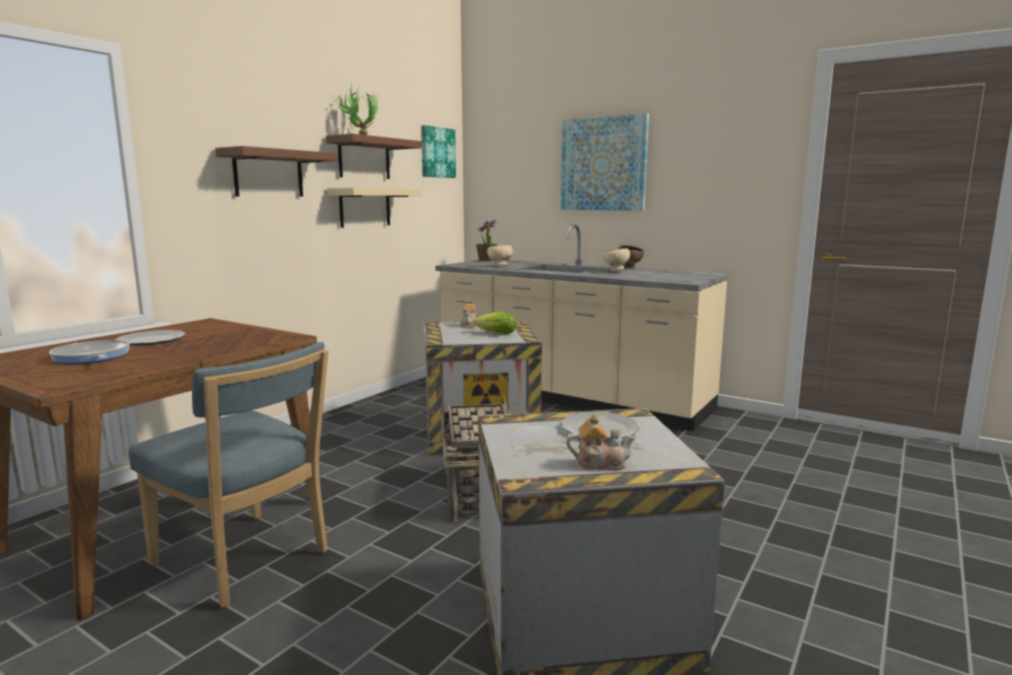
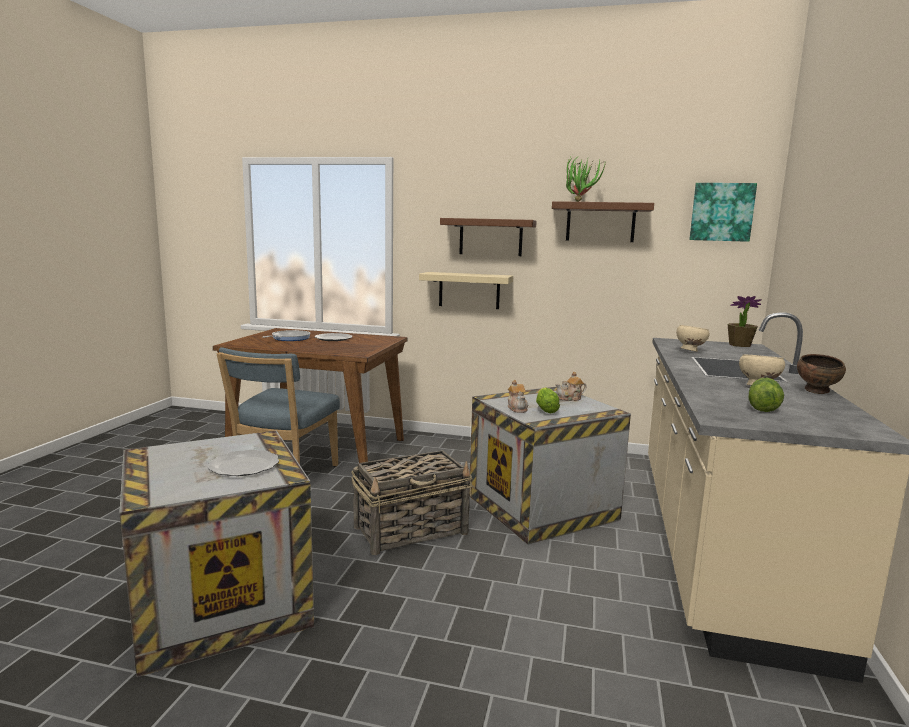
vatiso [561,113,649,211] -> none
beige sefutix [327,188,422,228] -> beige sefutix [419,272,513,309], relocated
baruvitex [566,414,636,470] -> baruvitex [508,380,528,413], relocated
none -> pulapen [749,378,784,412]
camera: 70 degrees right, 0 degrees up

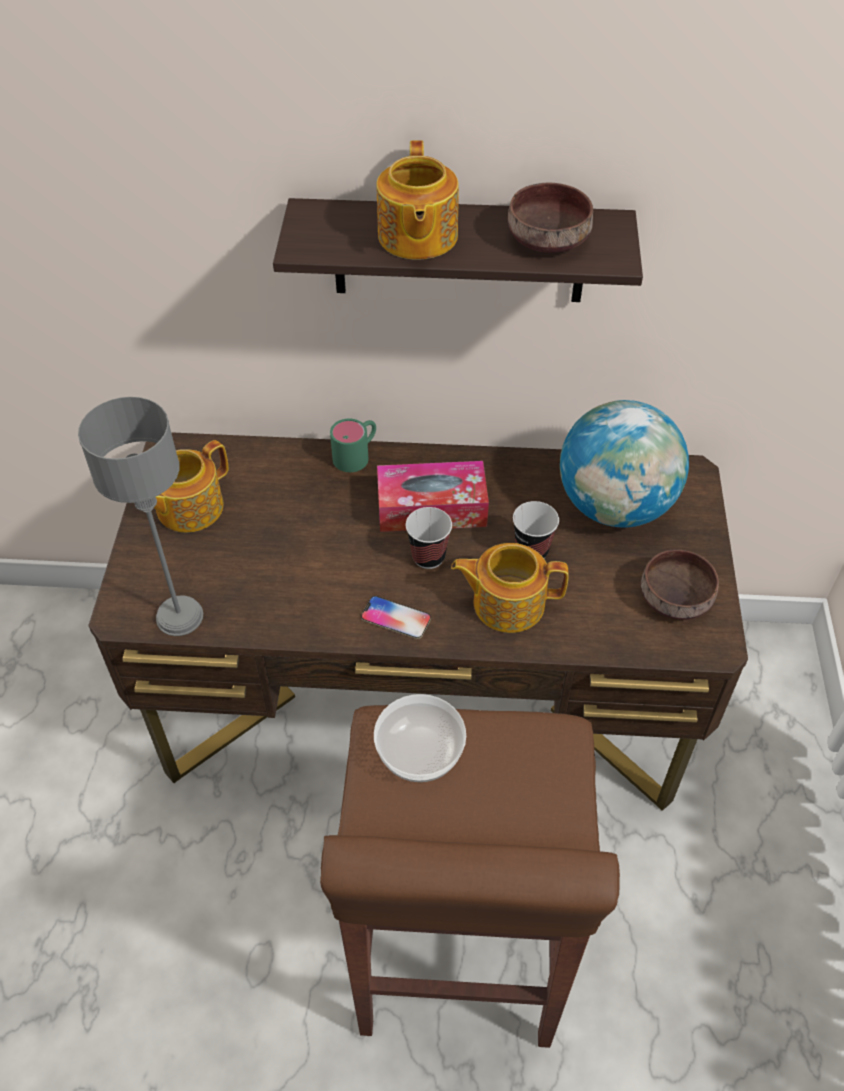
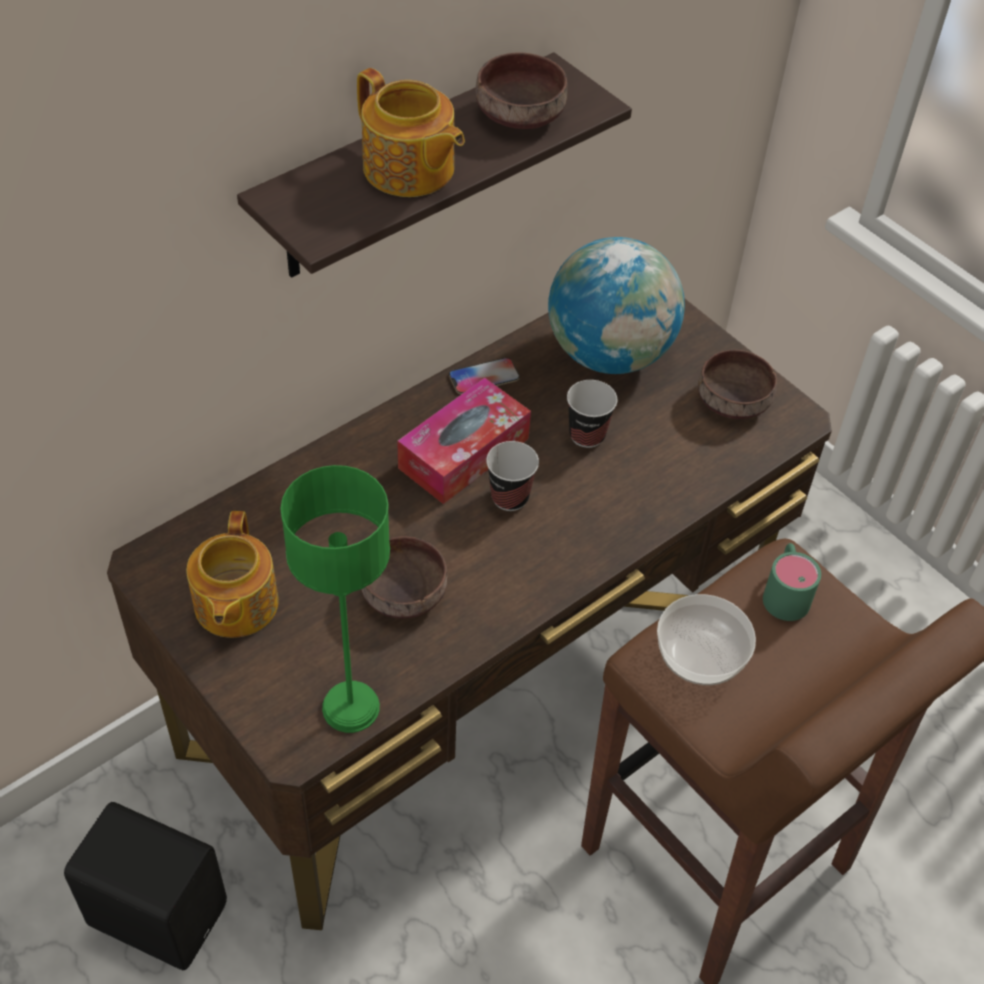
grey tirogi [78,397,203,636] -> green tirogi [280,465,390,733]
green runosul [330,418,376,472] -> green runosul [763,543,821,621], relocated
baruvitex [451,543,569,633] -> none
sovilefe [361,596,431,639] -> sovilefe [449,358,520,394], relocated
none -> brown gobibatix [361,536,447,619]
none -> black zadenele [64,802,227,970]
camera: 45 degrees left, 0 degrees up

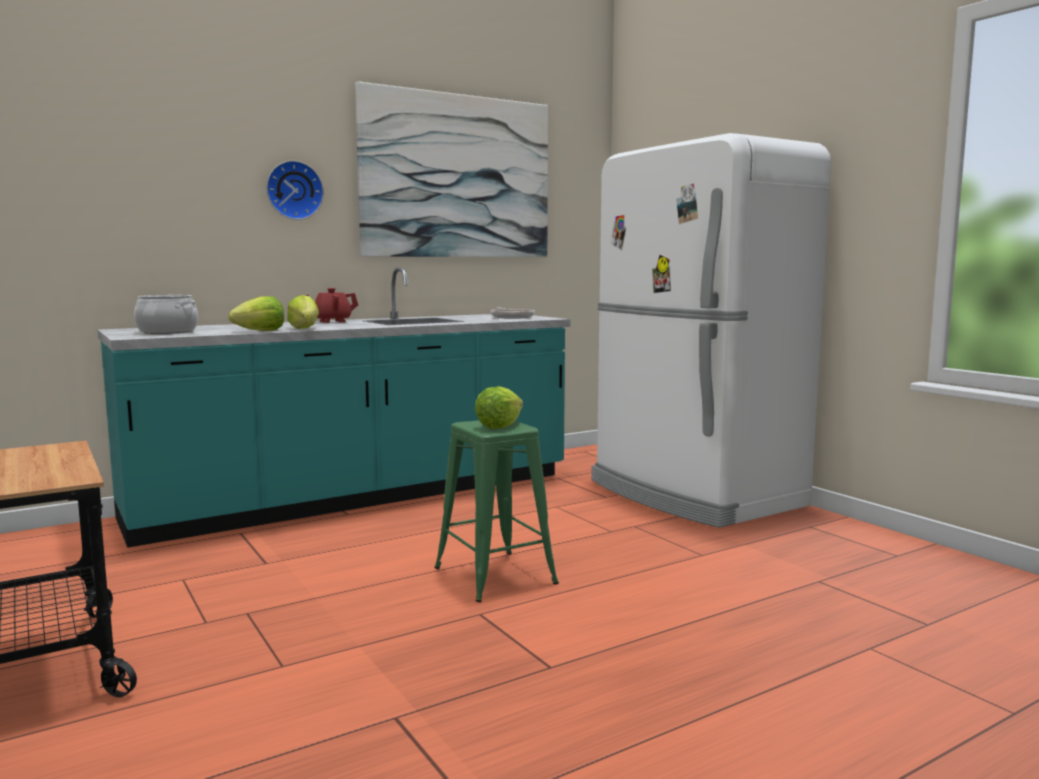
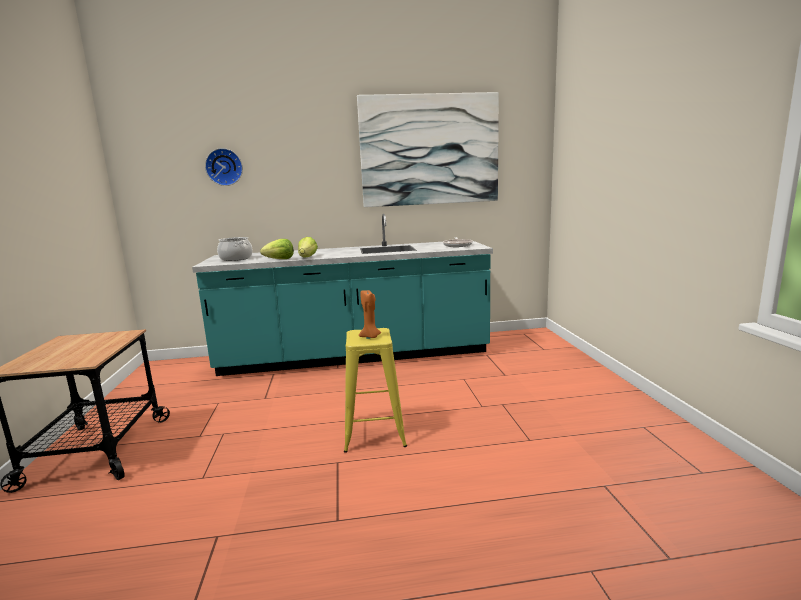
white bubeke [591,133,831,528] -> none
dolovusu [266,160,324,220] -> dolovusu [205,148,243,186], relocated
red baruvitex [305,288,358,323] -> none
pulapen [475,386,523,429] -> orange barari [359,290,381,338]
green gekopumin [434,420,559,602] -> yellow gekopumin [344,328,407,453]
camera: 25 degrees right, 5 degrees up

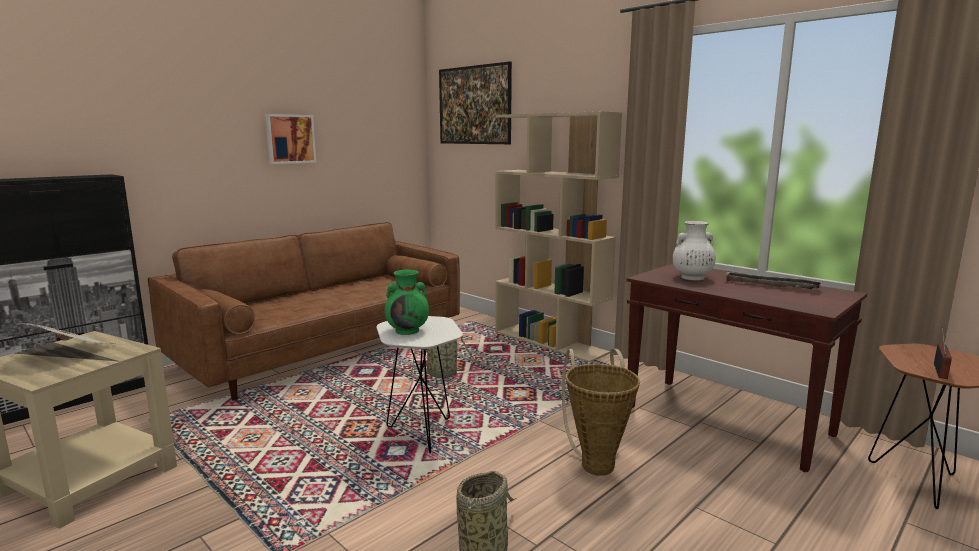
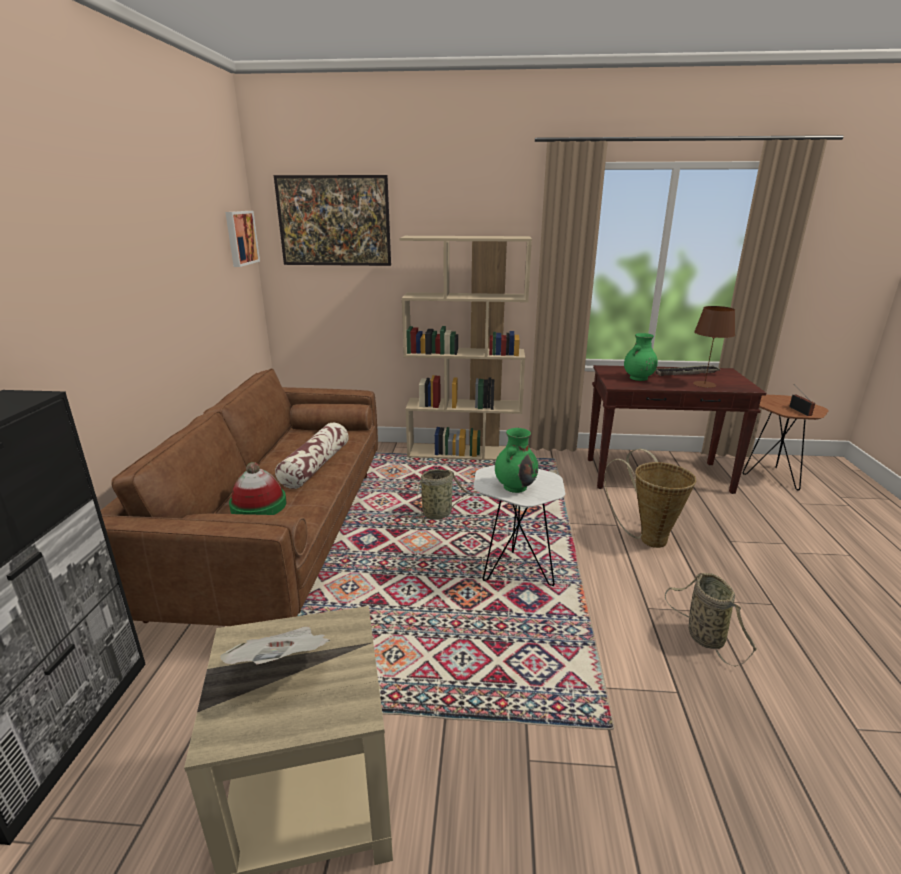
vatiso [265,114,316,164] -> vatiso [225,211,260,267], relocated
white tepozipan [673,221,716,281] -> green tepozipan [624,333,658,381]
none -> brown tirogi [693,306,735,388]
none -> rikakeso [275,423,349,489]
none -> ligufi [229,462,287,515]
camera: 40 degrees left, 10 degrees up

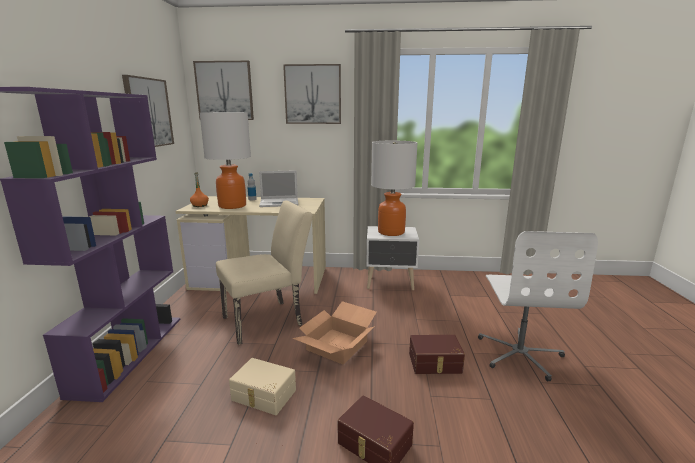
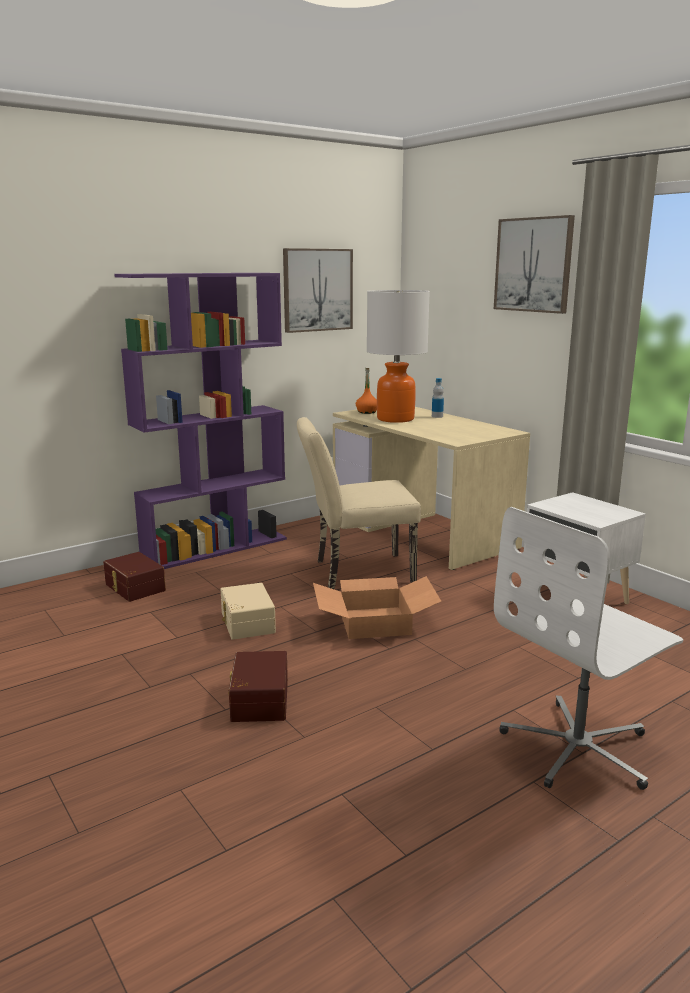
vatiso [193,61,254,120] -> none
tirogi [371,141,418,236] -> none
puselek [259,170,299,207] -> none
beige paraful [216,200,313,345] -> beige paraful [297,417,421,589], 150 degrees clockwise
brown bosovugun [409,335,465,374] -> brown bosovugun [103,552,166,602], relocated
camera: 50 degrees right, 0 degrees up

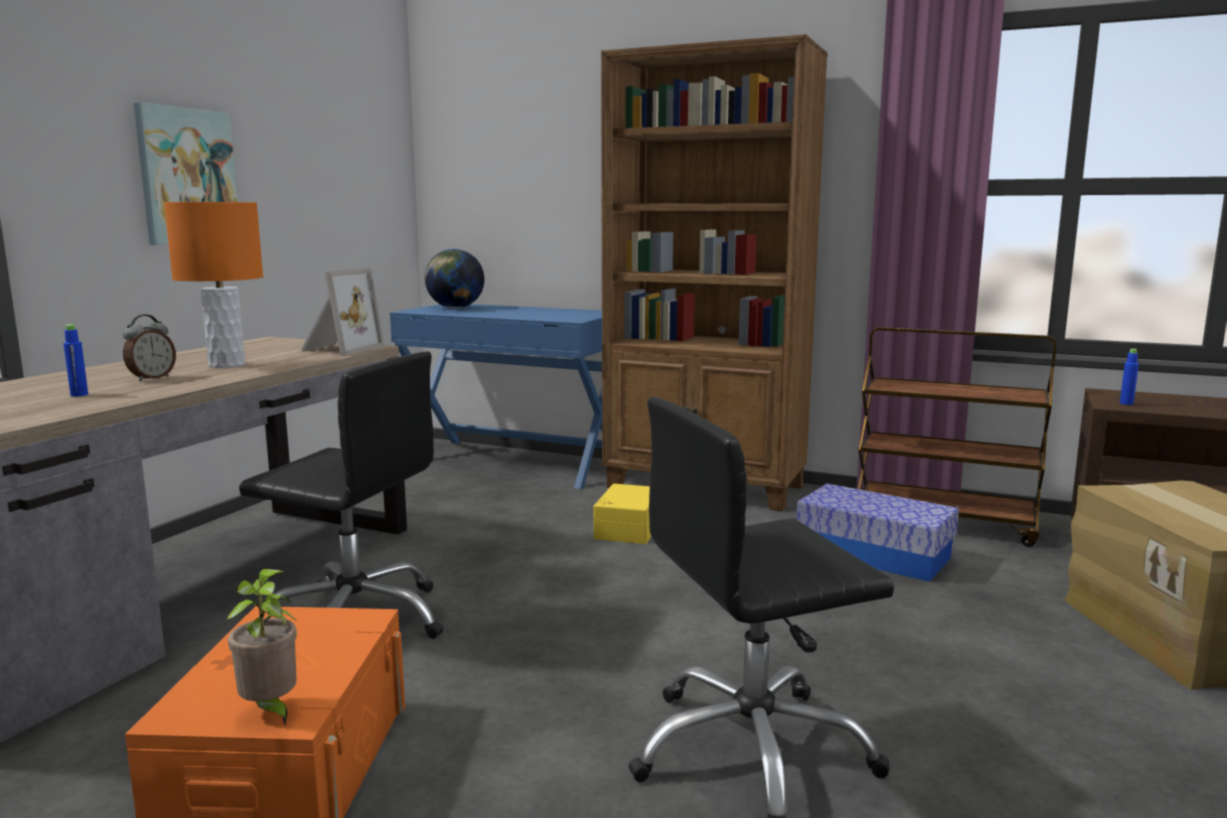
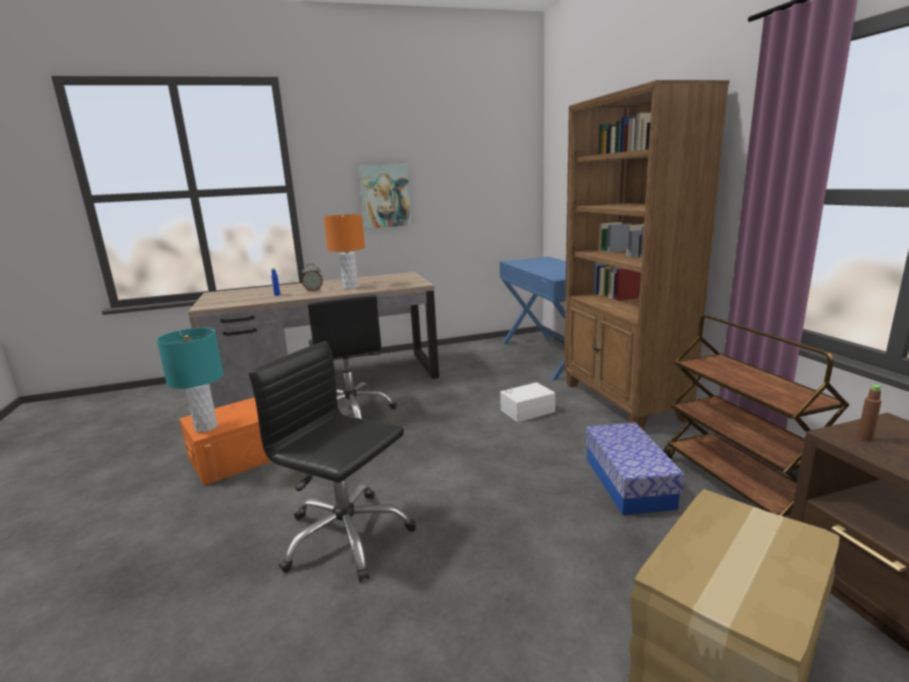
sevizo [425,249,484,308] -> none
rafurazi [301,268,385,356] -> none
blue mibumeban [1120,349,1139,405] -> brown mibumeban [857,385,883,442]
yellow bosovugun [594,484,651,544] -> white bosovugun [500,382,555,422]
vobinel [226,569,298,725] -> turquoise tirogi [156,328,224,432]
camera: 50 degrees right, 5 degrees up

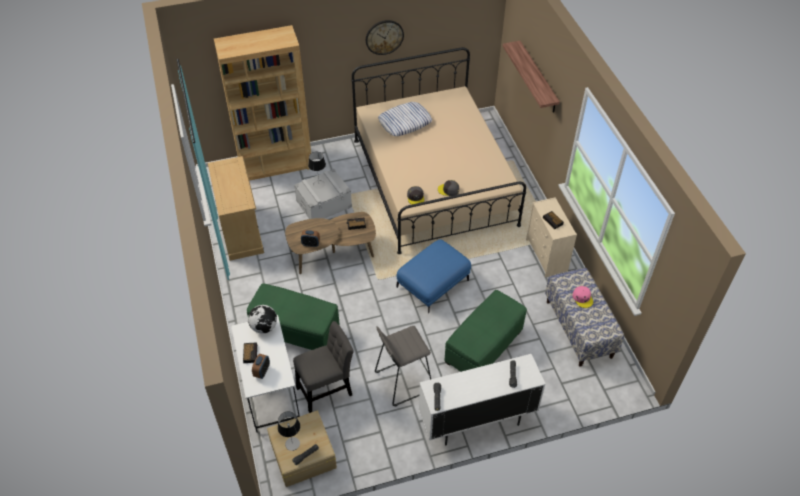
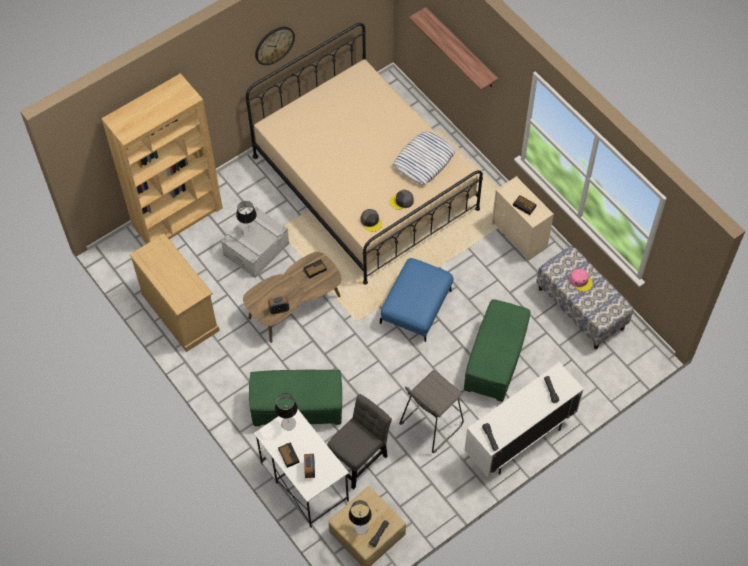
rikakeso [378,102,432,136] -> rikakeso [393,131,456,184], relocated
sevizo [248,305,277,334] -> tirogi [275,393,298,430]
camera: 20 degrees left, 10 degrees up

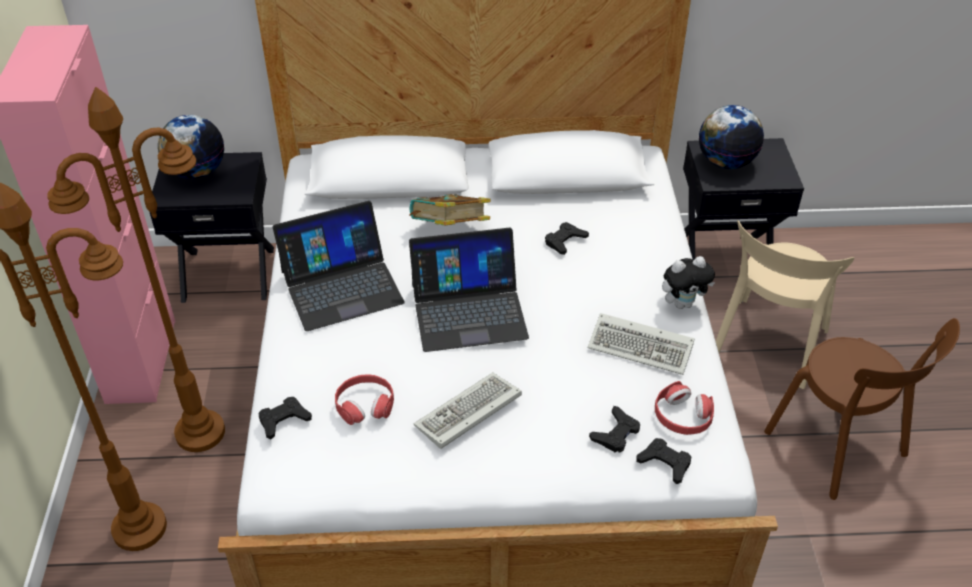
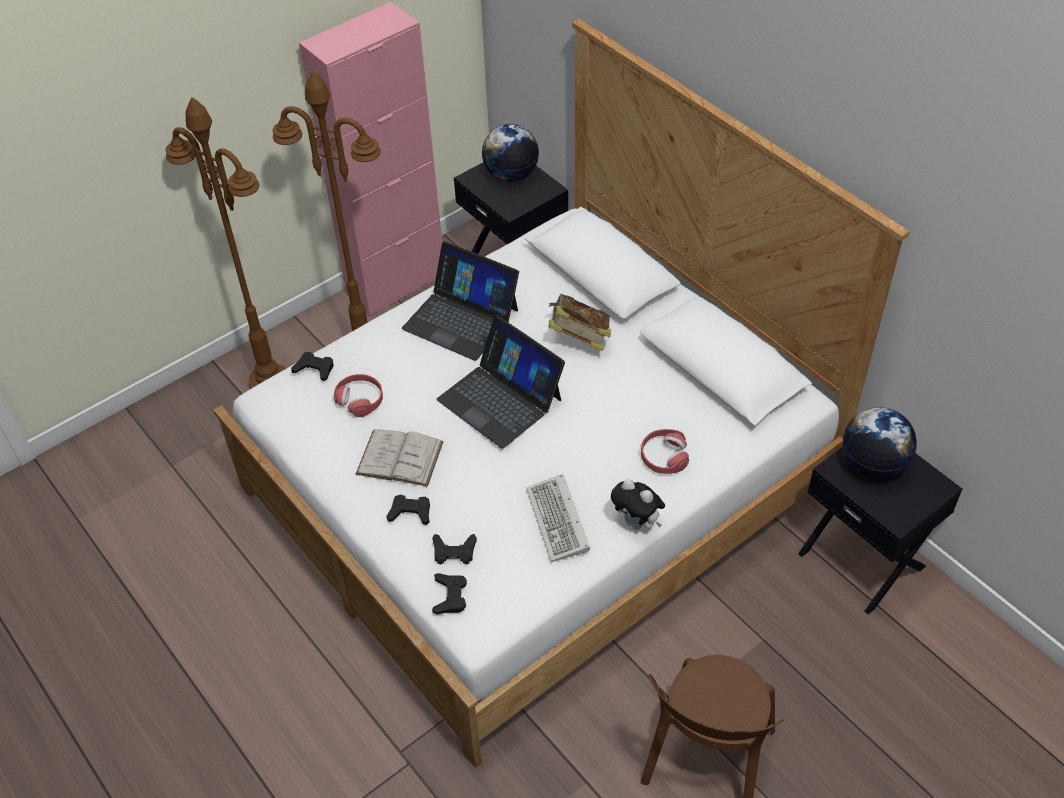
beige paraful [716,220,854,389] -> none
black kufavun [545,222,589,255] -> black kufavun [386,495,430,525], relocated
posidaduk [413,372,522,449] -> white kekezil [355,429,444,487]
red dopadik [655,381,714,435] -> red dopadik [641,429,689,474], relocated
camera: 55 degrees right, 5 degrees up

